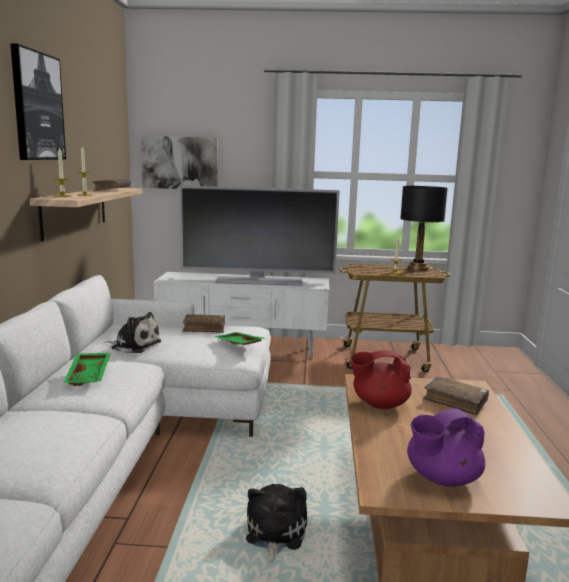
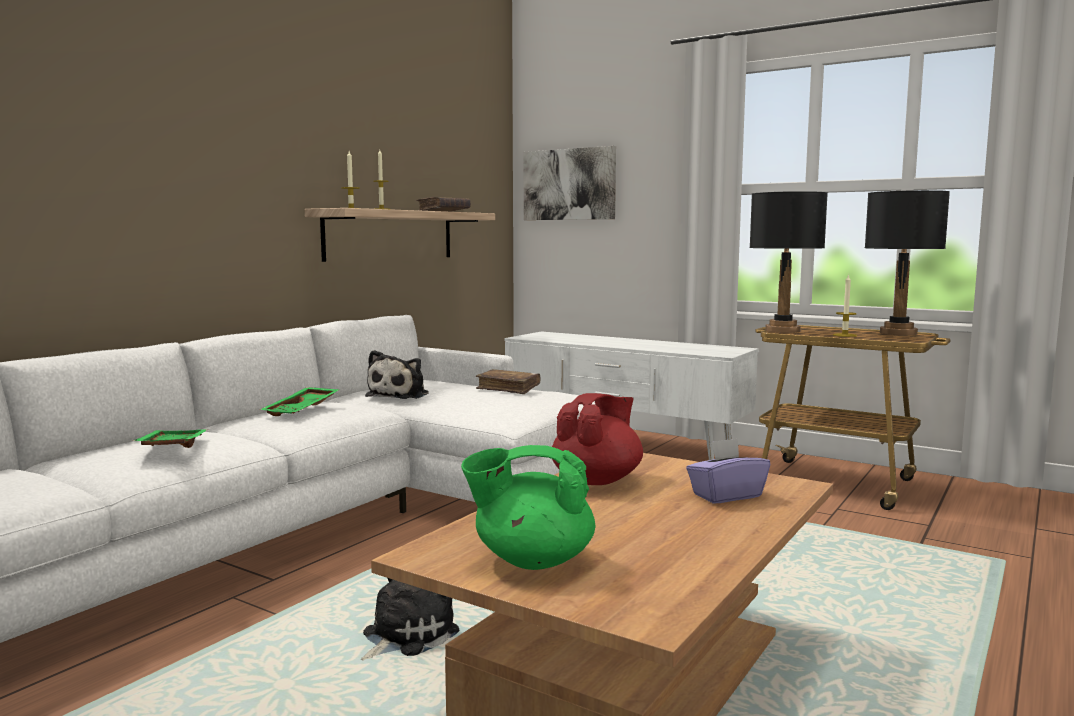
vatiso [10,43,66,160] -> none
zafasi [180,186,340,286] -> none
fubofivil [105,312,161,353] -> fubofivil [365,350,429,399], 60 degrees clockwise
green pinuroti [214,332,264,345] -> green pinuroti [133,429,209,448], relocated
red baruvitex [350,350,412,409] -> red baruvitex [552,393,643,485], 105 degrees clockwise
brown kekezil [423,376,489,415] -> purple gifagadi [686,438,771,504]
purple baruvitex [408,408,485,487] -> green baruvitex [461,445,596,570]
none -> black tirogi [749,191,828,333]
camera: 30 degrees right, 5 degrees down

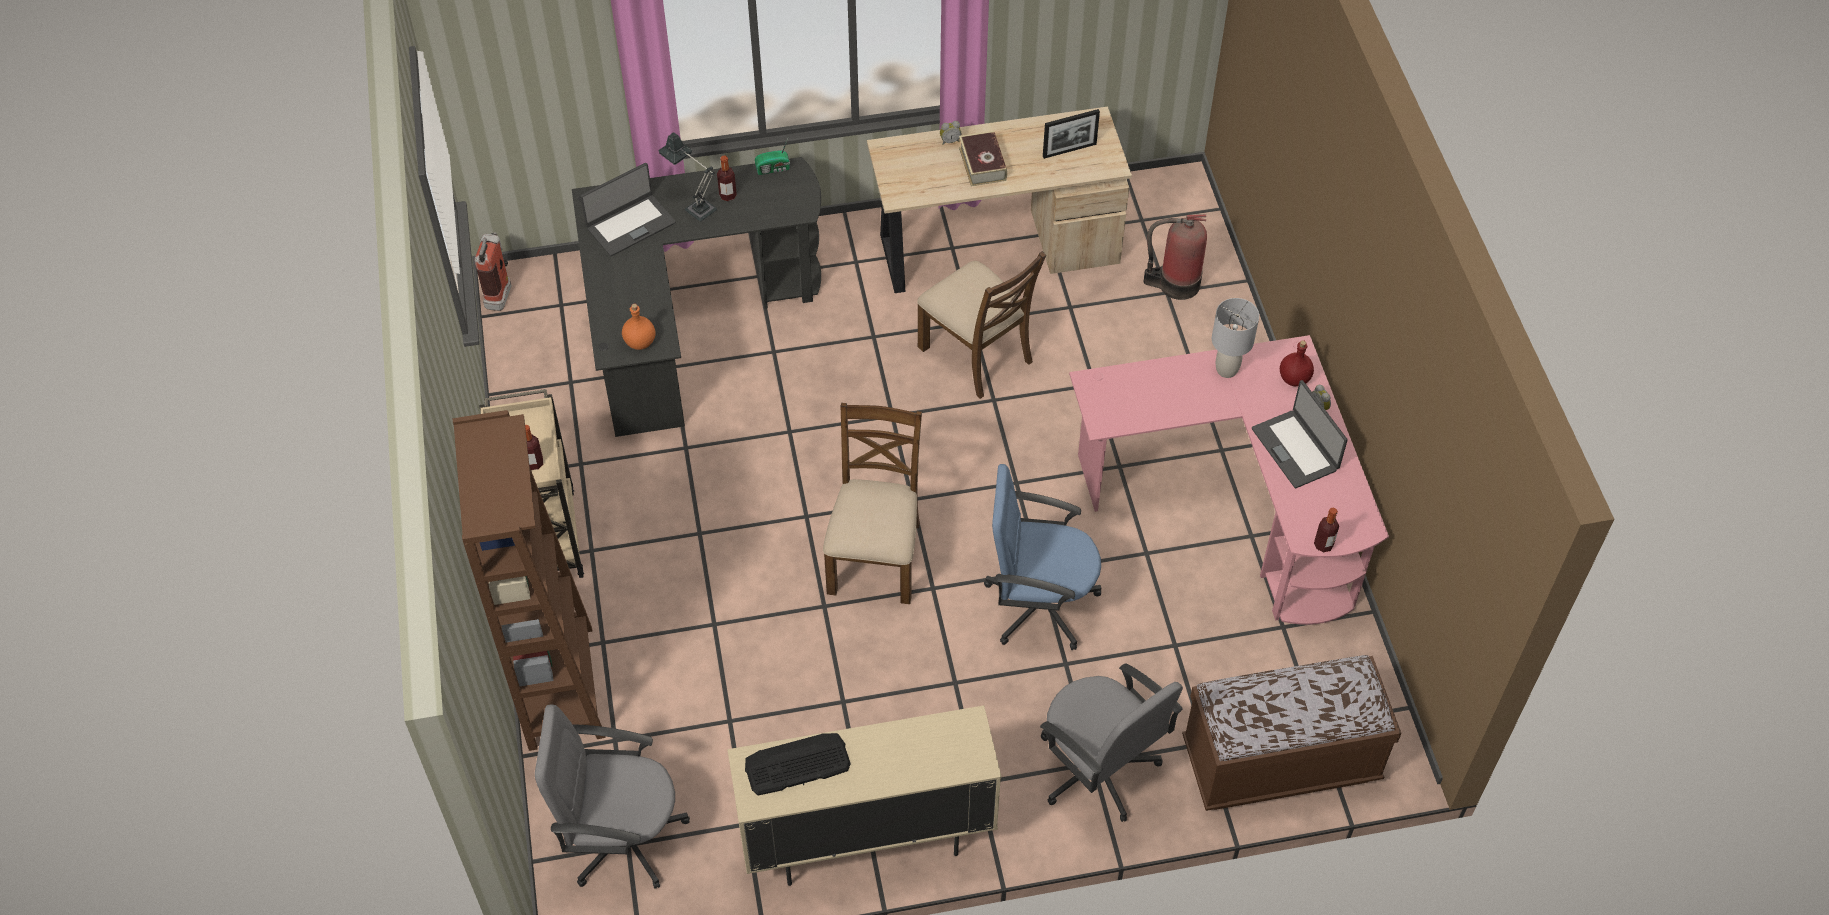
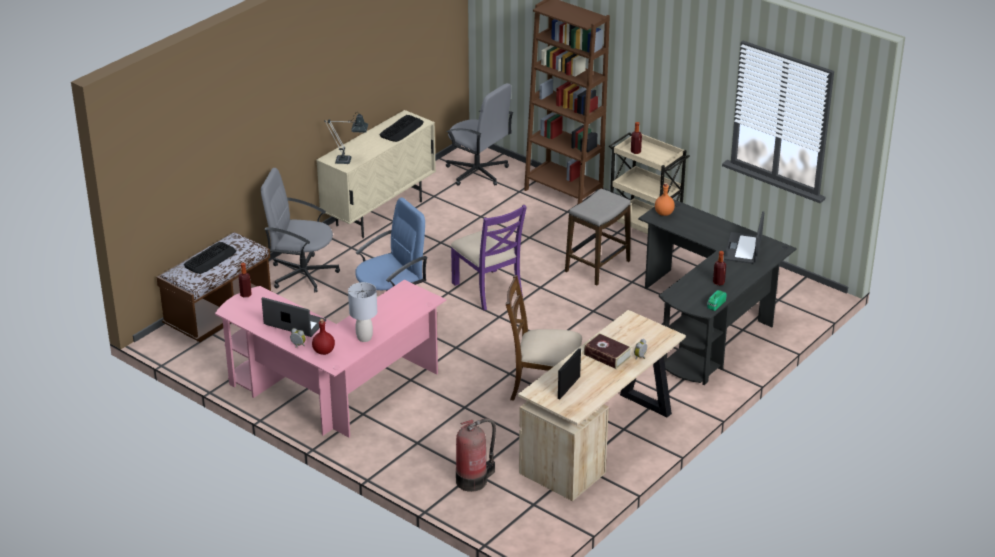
tirogi [659,133,717,222] -> tirogi [324,112,368,164], relocated
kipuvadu [475,232,511,311] -> none
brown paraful [823,403,922,604] -> purple paraful [451,205,527,310]
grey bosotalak [535,705,690,889] -> grey bosotalak [446,83,513,186], 75 degrees clockwise
none -> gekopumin [565,189,630,285]
none -> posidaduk [184,242,236,274]
camera: 140 degrees right, 20 degrees down

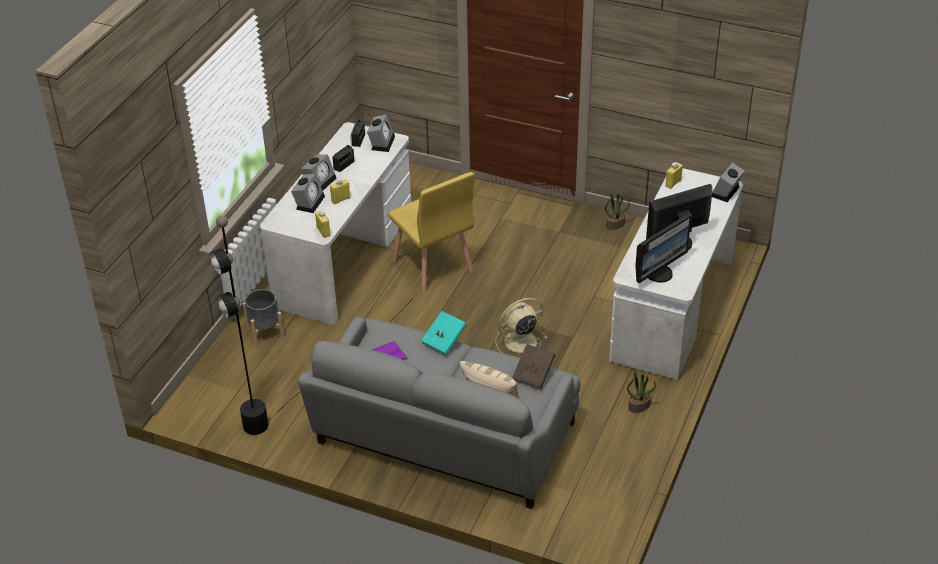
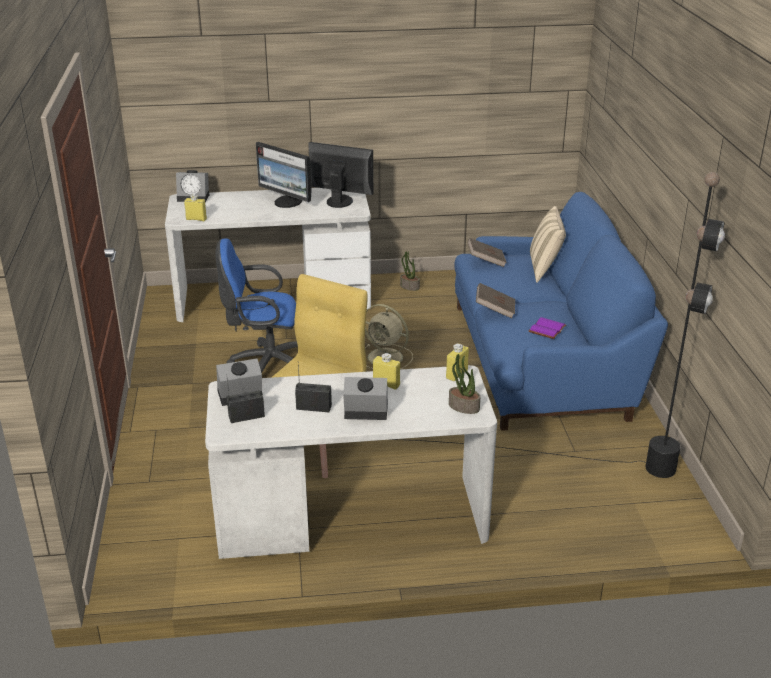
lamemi [291,174,325,213] -> none
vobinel [605,192,630,230] -> vobinel [449,354,480,414], relocated
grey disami [243,289,284,346] -> none
turquoise kekezil [421,311,467,355] -> brown kekezil [476,283,515,319]
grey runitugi [298,317,580,509] -> blue runitugi [455,192,668,431]
none -> blue bosotalak [215,238,298,373]
camera: 120 degrees left, 10 degrees down

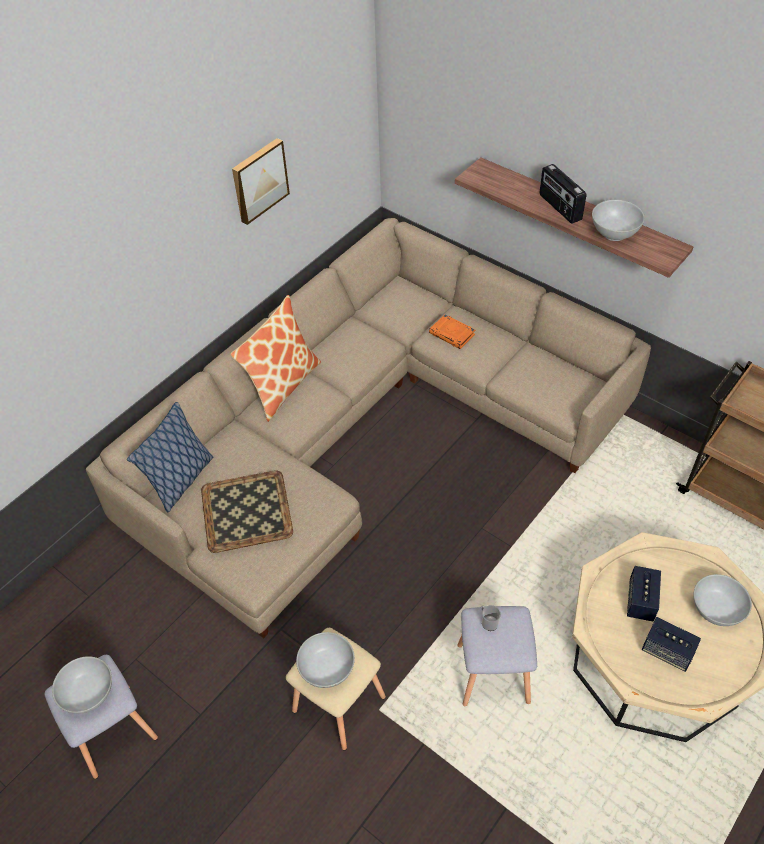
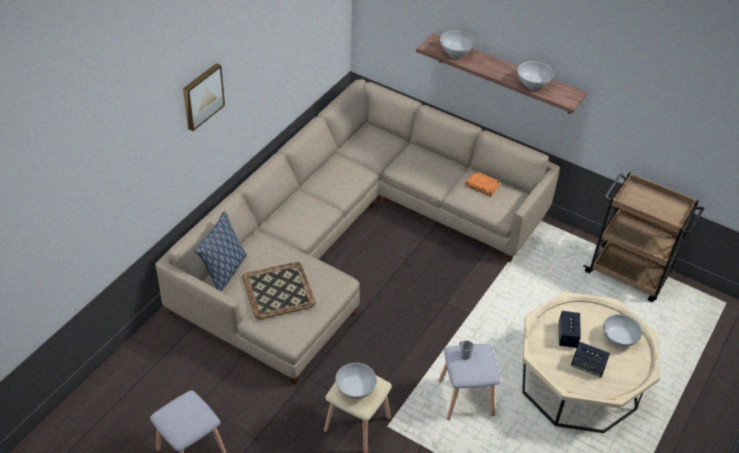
vatiso [232,138,290,225] -> vatiso [183,63,225,131], relocated
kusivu [540,164,586,224] -> none
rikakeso [231,295,321,422] -> none
orange kekezil [429,314,475,349] -> orange kekezil [465,171,500,196], relocated
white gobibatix [52,656,112,714] -> white gobibatix [440,31,475,58], relocated
camera: 10 degrees left, 5 degrees down

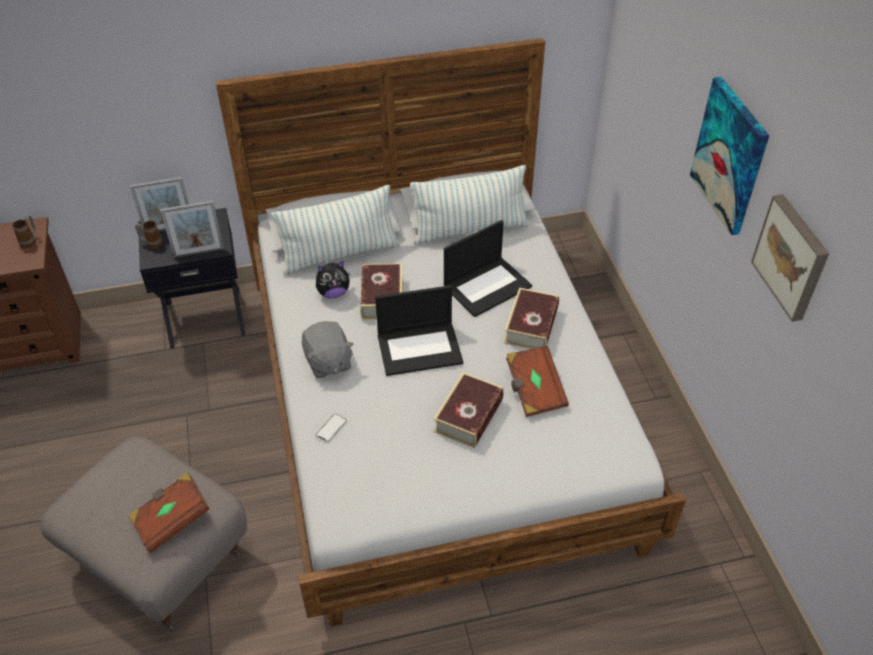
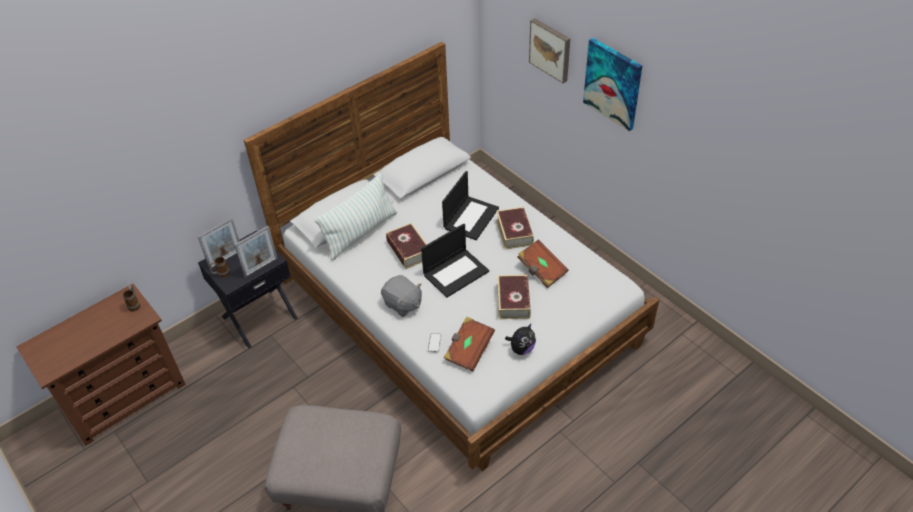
rikakeso [410,165,529,245] -> none
vatiso [751,194,829,322] -> vatiso [529,18,570,83], relocated
fubofivil [316,261,350,298] -> fubofivil [505,323,536,355], relocated
brown kekezil [129,472,210,553] -> brown kekezil [444,316,495,372], relocated
camera: 25 degrees left, 0 degrees up

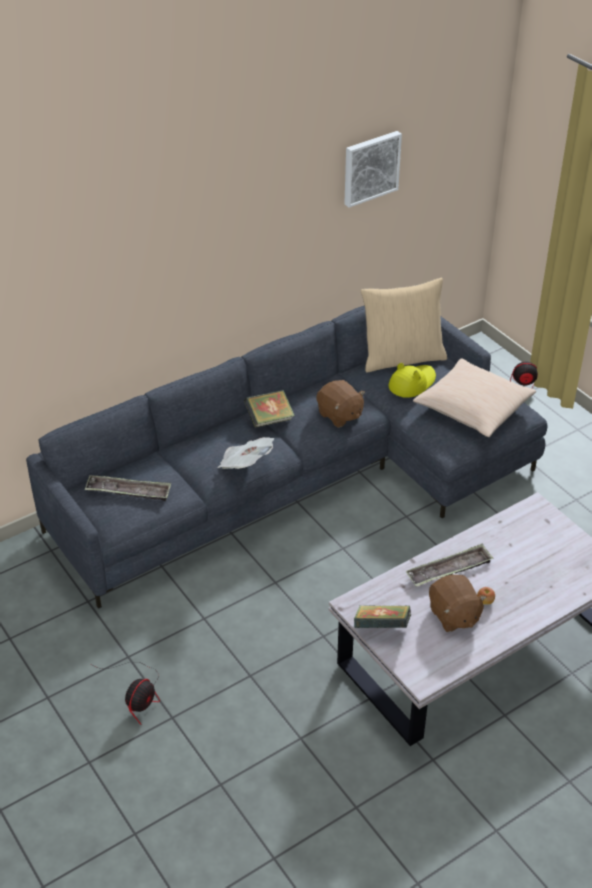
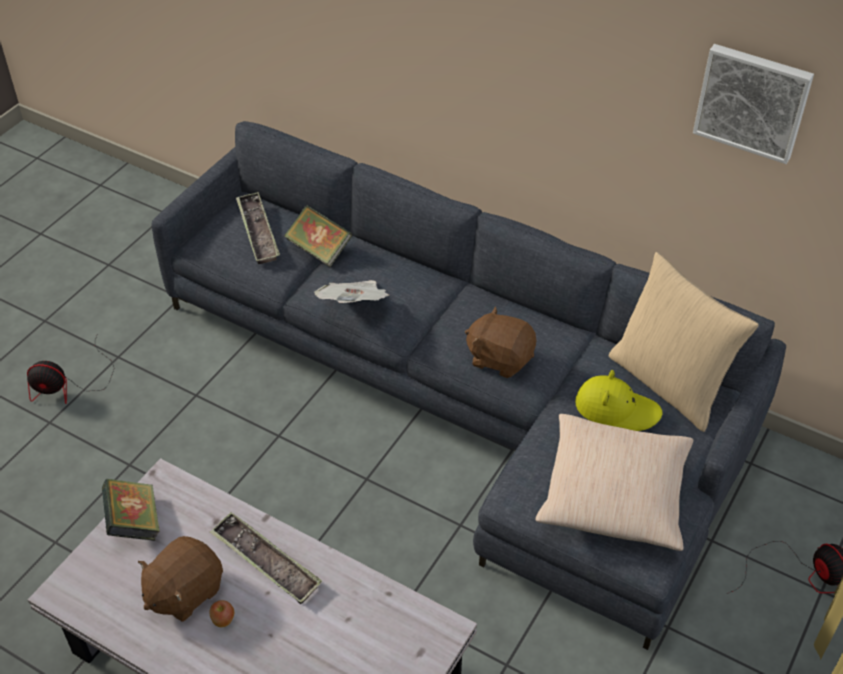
brown fubofivil [316,380,365,428] -> brown fubofivil [465,306,536,378], 90 degrees clockwise
kekezil [244,390,295,428] -> kekezil [284,205,352,267], relocated
camera: 65 degrees right, 5 degrees up

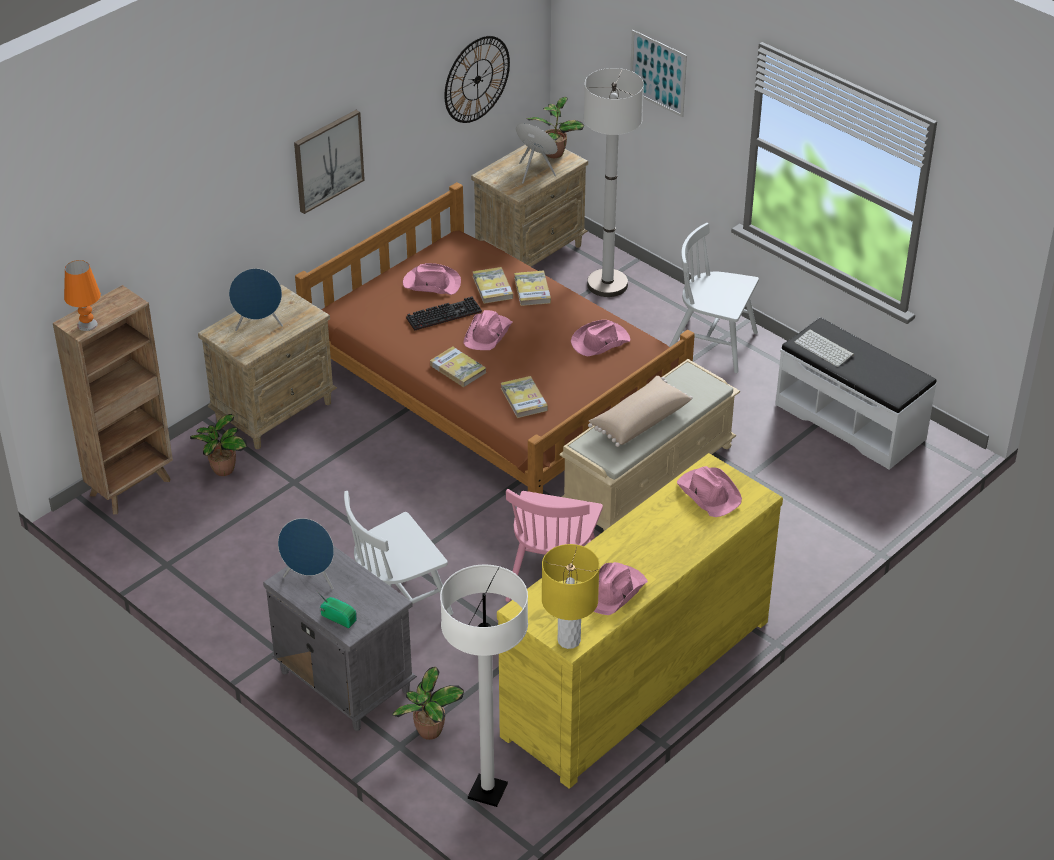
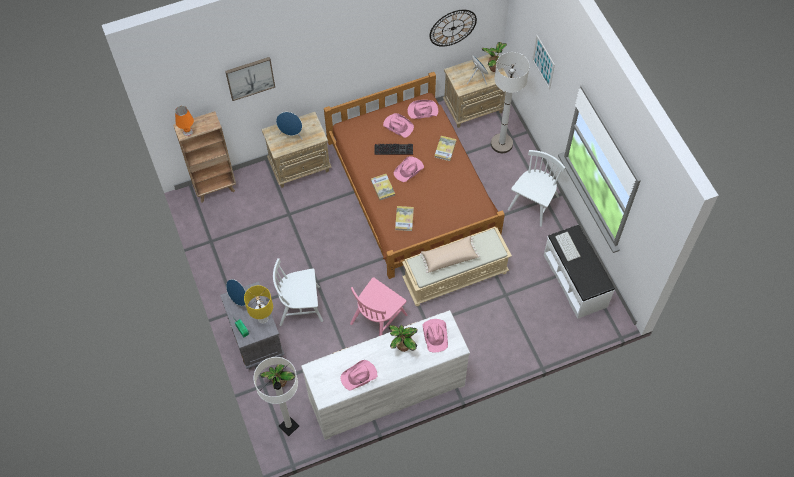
vatiso [294,110,365,214] -> vatiso [225,57,275,101], relocated
white paraful [669,223,759,373] -> white paraful [508,150,565,227], 75 degrees clockwise
kekezil [472,267,513,304] -> none
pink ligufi [571,320,630,356] -> pink ligufi [408,100,438,119], relocated
vobinel [190,414,247,476] -> vobinel [389,325,417,352], relocated
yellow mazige [497,453,783,788] -> white mazige [301,310,470,440]
yellow tirogi [542,544,600,649] -> yellow tirogi [244,285,273,324], relocated
camera: 25 degrees right, 20 degrees up

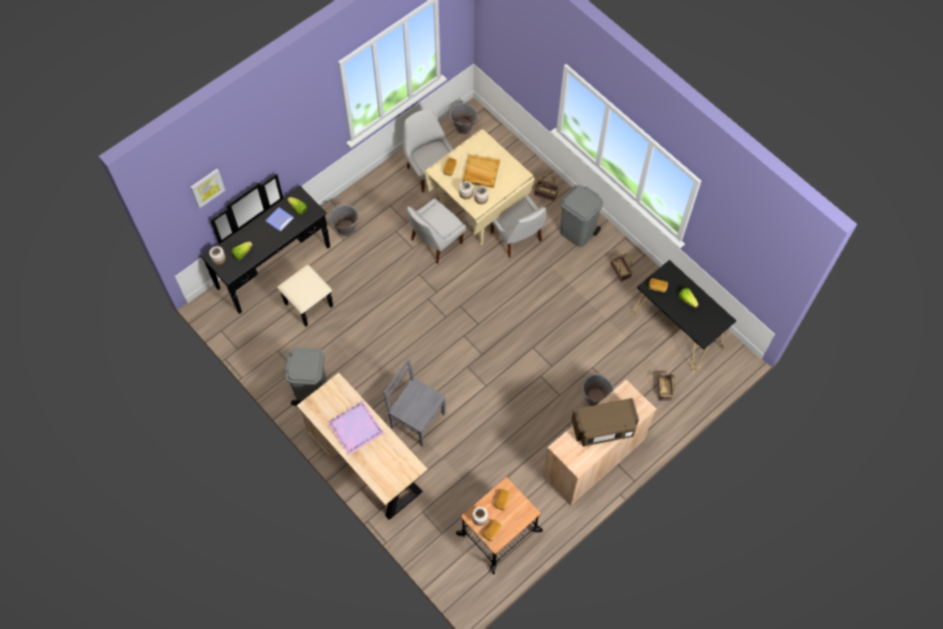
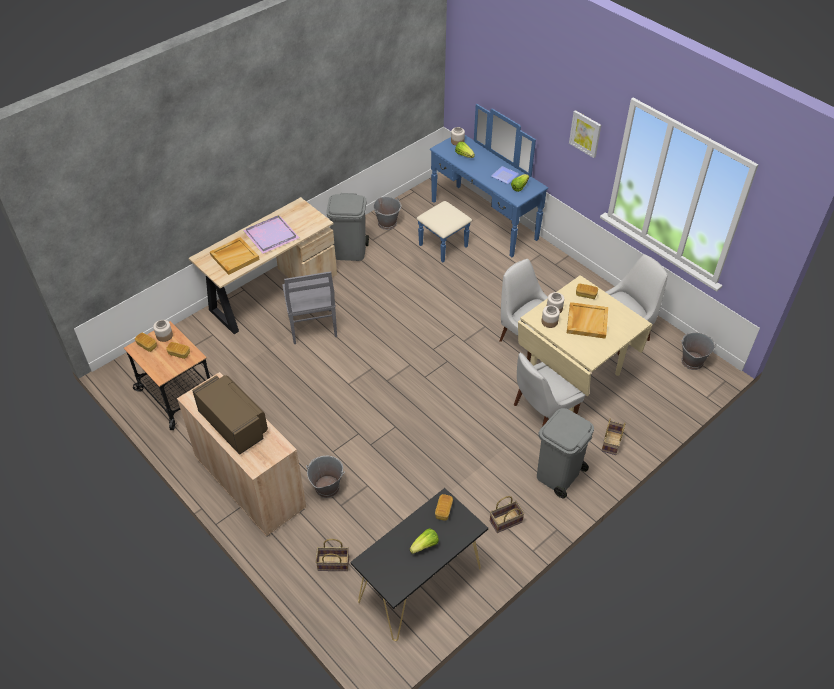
vatiso [191,169,225,209] -> vatiso [569,110,601,158], relocated
black mazige [201,173,333,327] -> blue mazige [416,104,548,262]
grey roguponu [329,204,359,237] -> grey roguponu [373,197,402,230], relocated
grey paraful [384,358,446,446] -> grey paraful [282,271,337,344], 135 degrees clockwise
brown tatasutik [571,398,639,447] -> brown tatasutik [192,375,268,455], 150 degrees clockwise
none -> beige pinuroti [210,237,260,275]
camera: 90 degrees right, 15 degrees down

